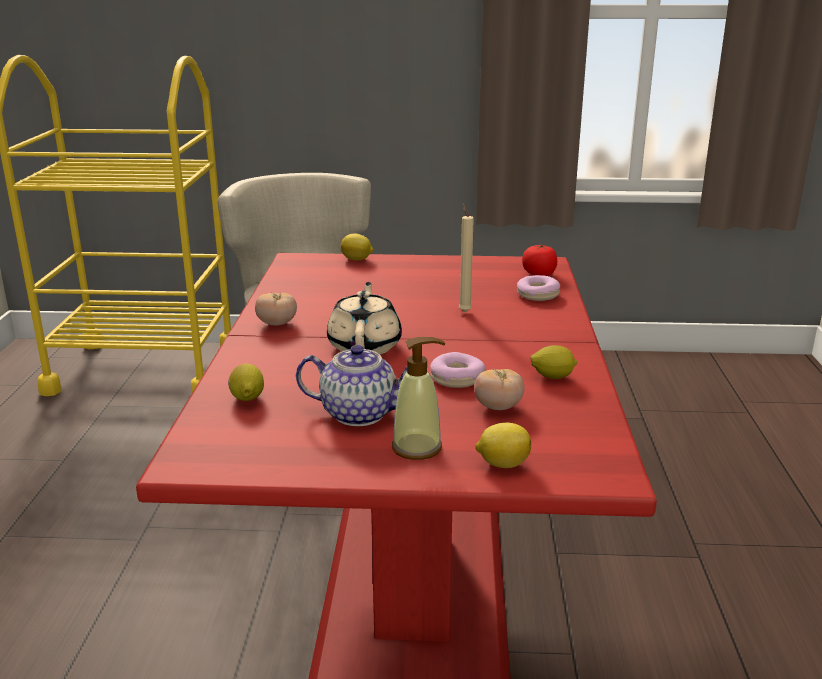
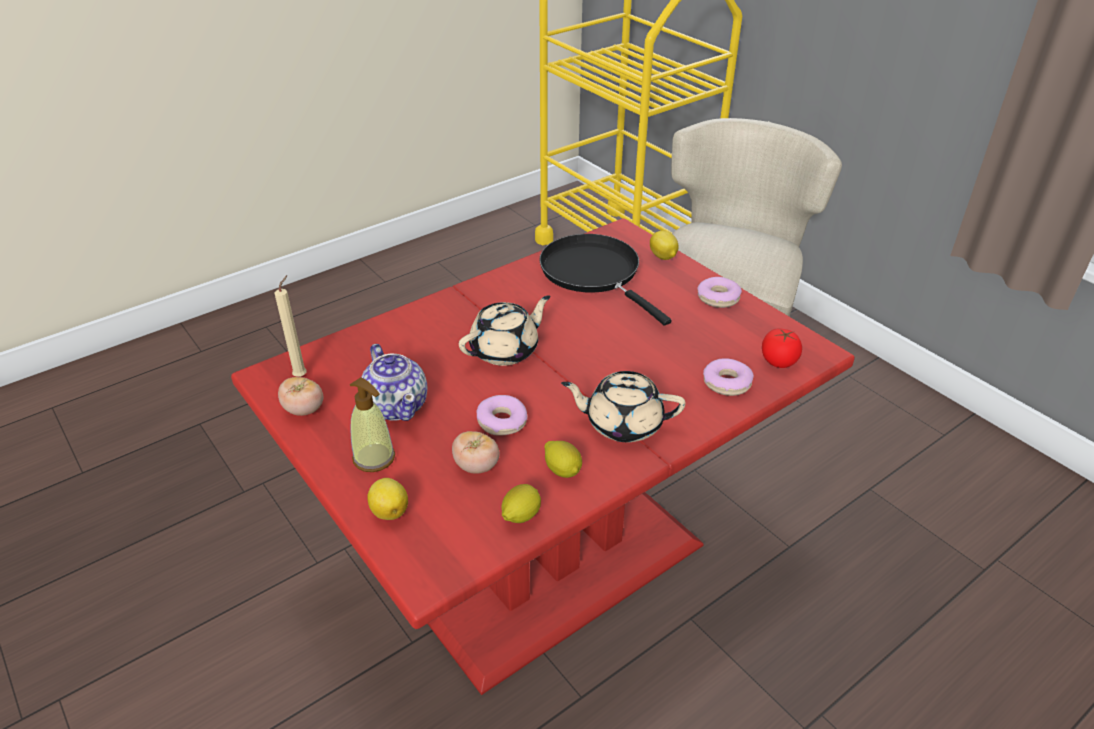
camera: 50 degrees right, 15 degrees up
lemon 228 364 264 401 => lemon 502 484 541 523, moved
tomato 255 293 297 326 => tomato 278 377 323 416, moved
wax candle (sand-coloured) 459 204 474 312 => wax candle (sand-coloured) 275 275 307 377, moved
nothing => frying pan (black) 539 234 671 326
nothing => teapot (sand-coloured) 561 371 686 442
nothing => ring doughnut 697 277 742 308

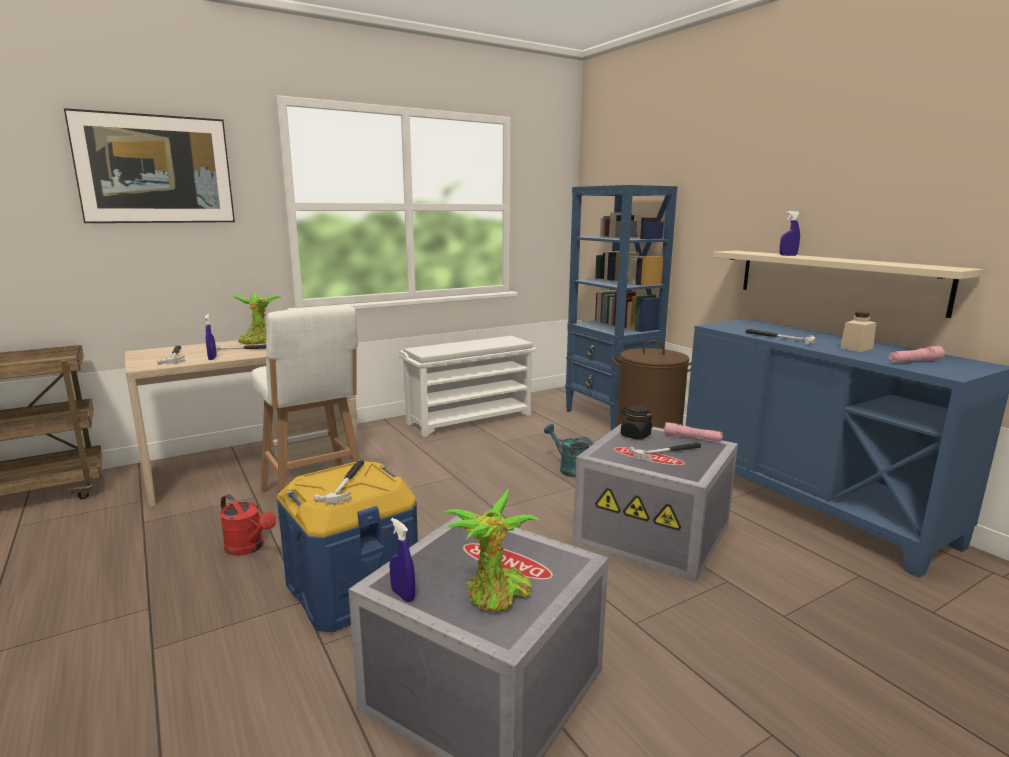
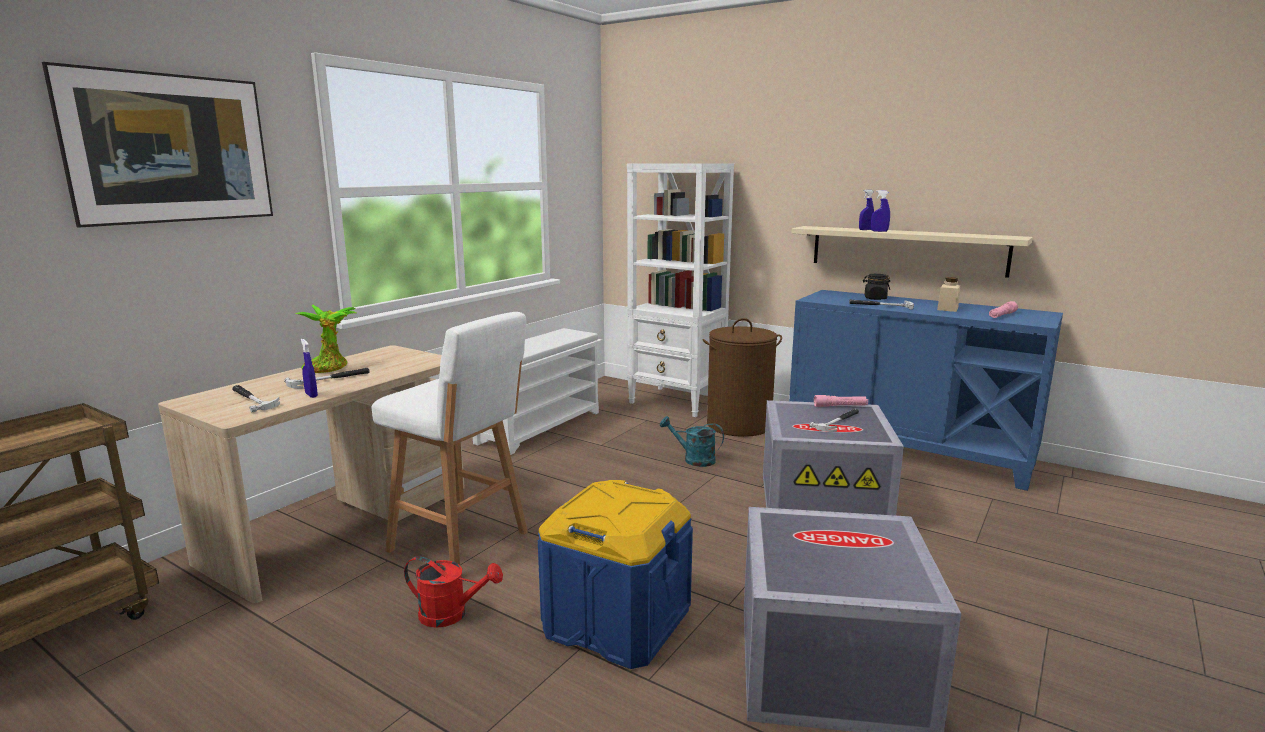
camera: 25 degrees left, 0 degrees up
hand hammer 314 460 364 504 => nothing
spray bottle (blue-coloured) 389 518 415 602 => spray bottle (blue-coloured) 871 190 890 232, moved
houseplant 442 489 540 613 => nothing
shelving unit (blue-coloured) 565 185 677 431 => shelving unit (white-coloured) 627 163 734 417
storage jar (black) 621 405 652 440 => storage jar (black) 863 274 890 300, moved

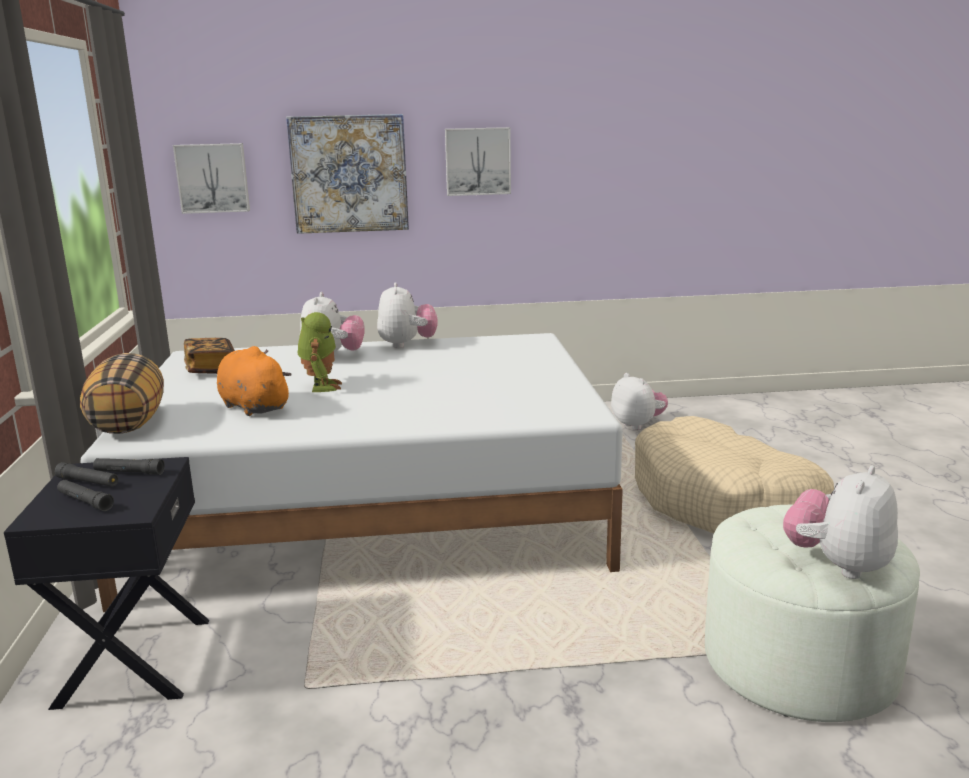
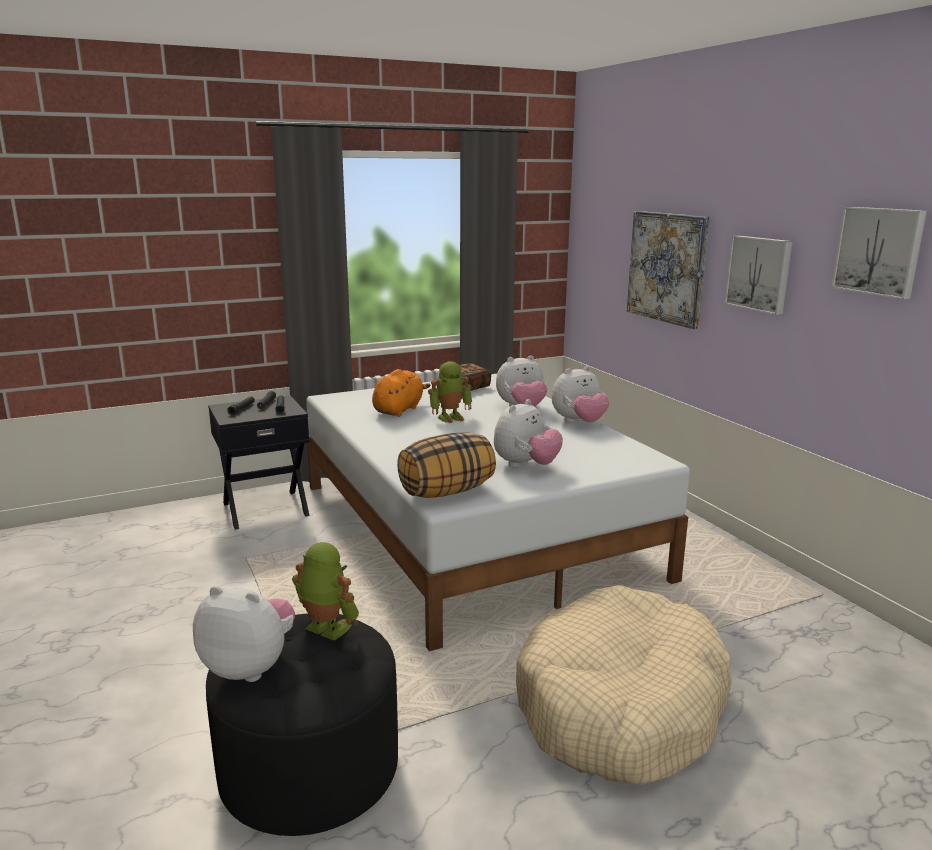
camera: 70 degrees right, 0 degrees up
cushion 80 353 164 434 => cushion 397 432 496 498, moved
wall picture 173 143 250 214 => wall picture 831 207 927 300, moved
cuddly toy 611 373 668 430 => cuddly toy 494 399 563 468, moved
pouffe (white-coloured) 705 505 920 722 => pouffe (black) 206 613 398 836
nothing => model robot 292 542 359 641

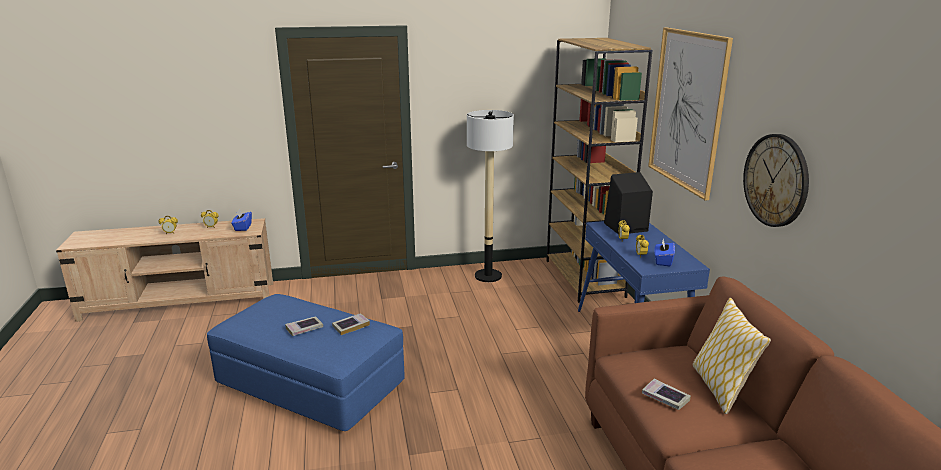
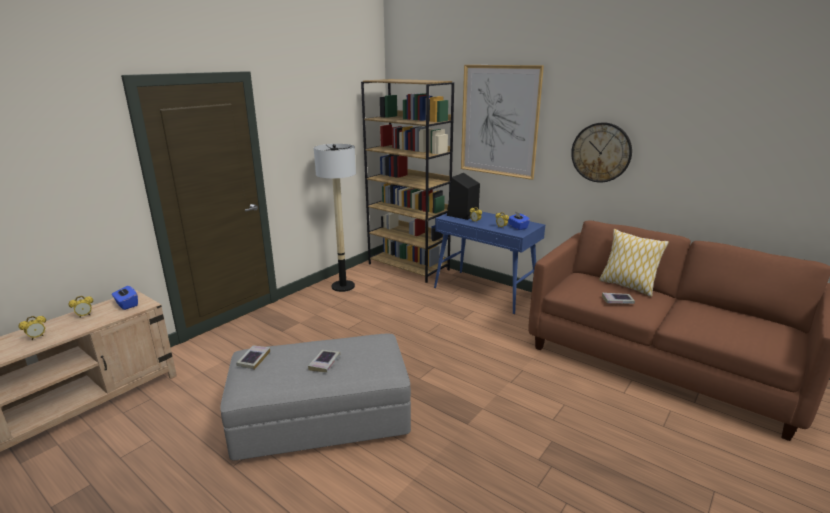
camera: 40 degrees left, 0 degrees up
pouffe (blue-coloured) 207 294 405 431 => pouffe (gray) 220 334 411 460
bound book 332 313 370 335 => bound book 236 345 270 370, moved

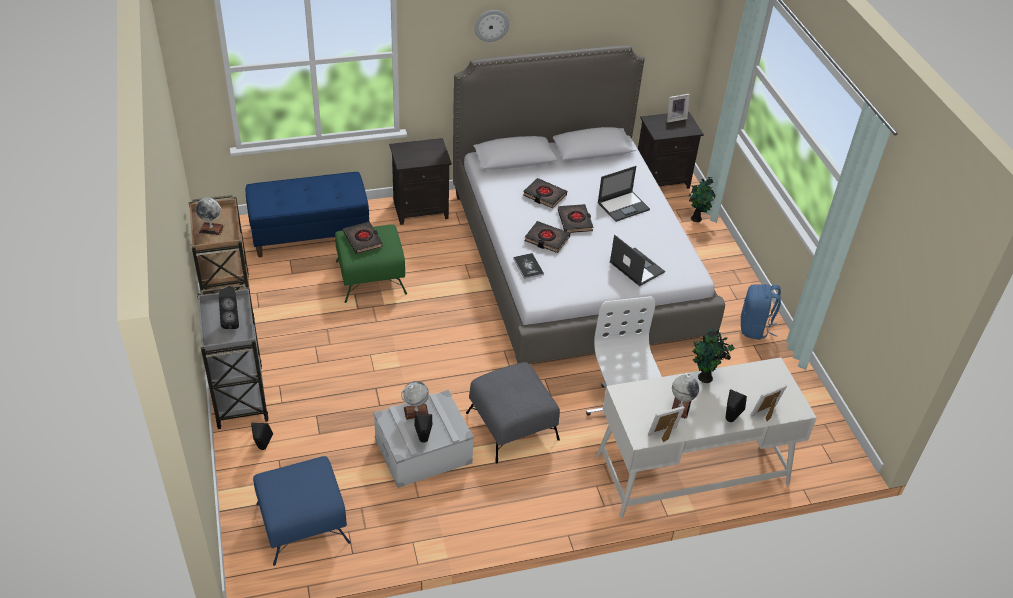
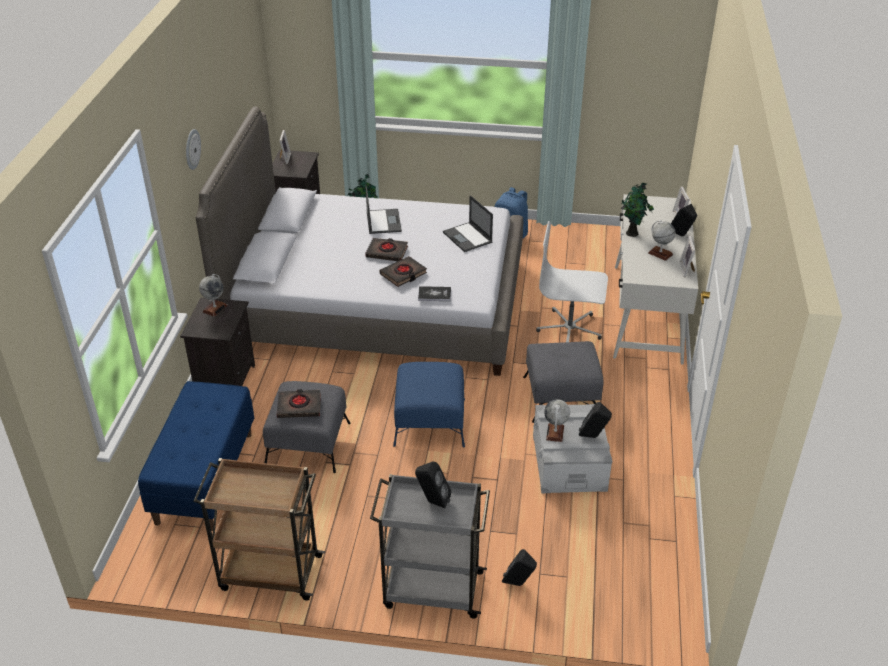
camera: 65 degrees left, 5 degrees down
globe 196 197 224 235 => globe 199 274 228 317, moved
pouffe (blue-coloured) 253 456 351 566 => pouffe (blue-coloured) 393 362 465 448, moved
pouffe (green-coloured) 335 224 407 303 => pouffe (gray) 263 381 351 473
bound book (black) 523 178 567 208 => nothing
portable computer 610 235 665 286 => portable computer 443 195 493 252, 105 degrees counterclockwise

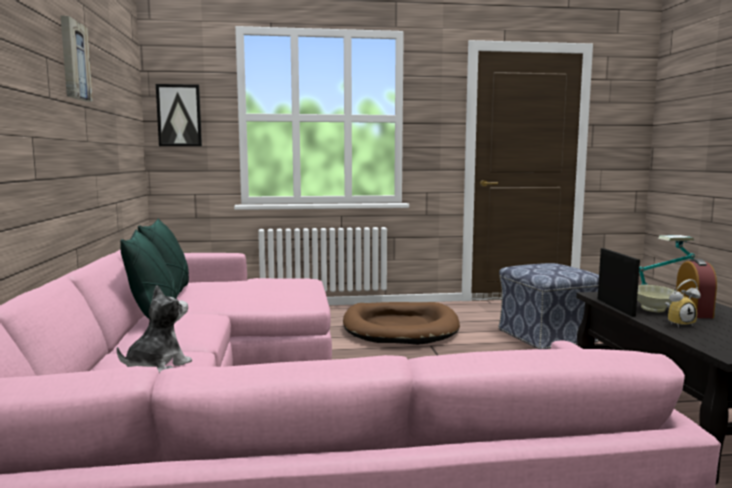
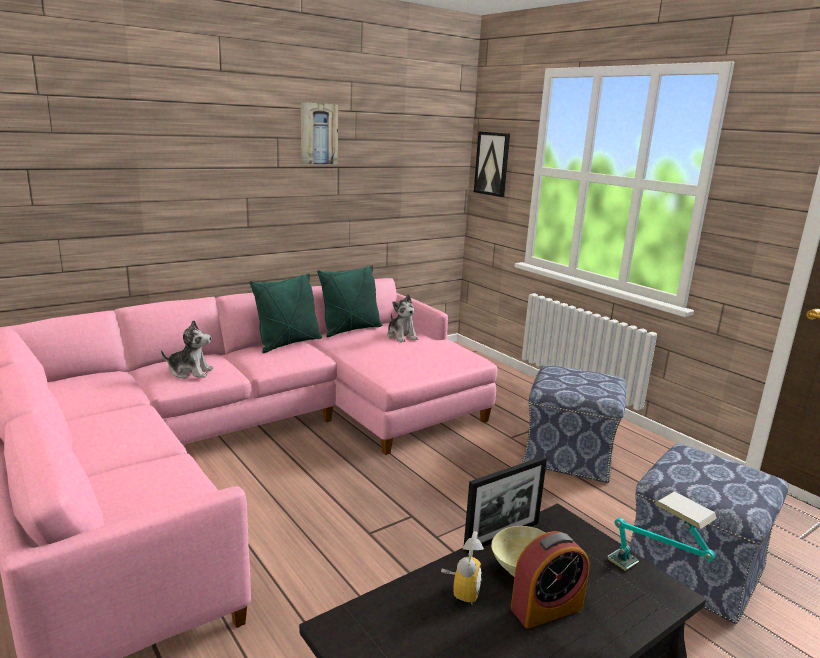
camera: 60 degrees right, 10 degrees up
dog cushion (brown) 343 302 460 345 => pouffe 522 365 626 483
table clock 665 279 701 328 => table clock 441 531 484 605, 120 degrees counterclockwise
nothing => cuddly toy 387 294 418 343

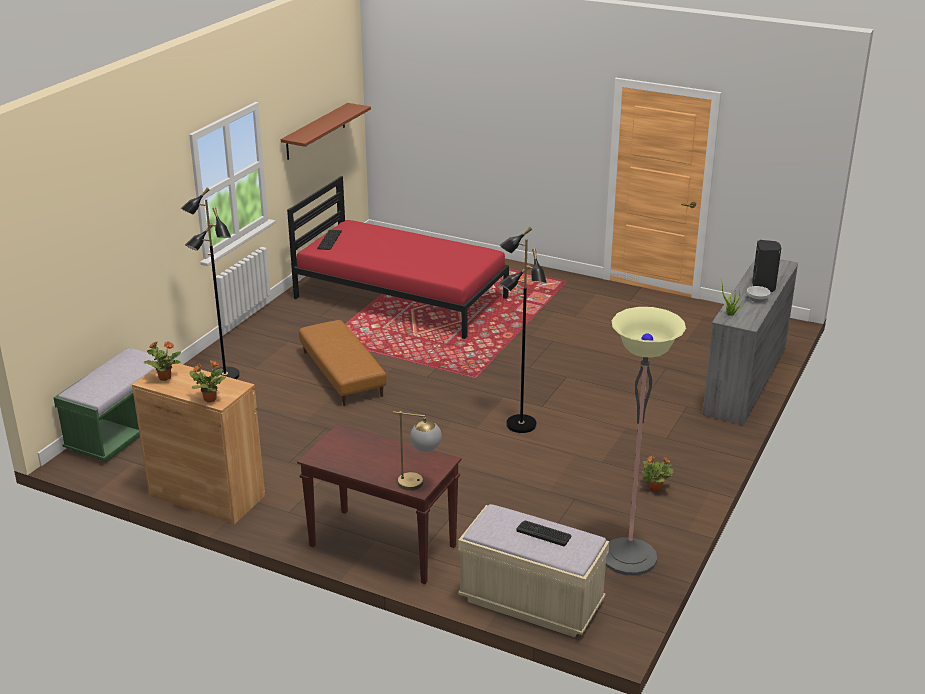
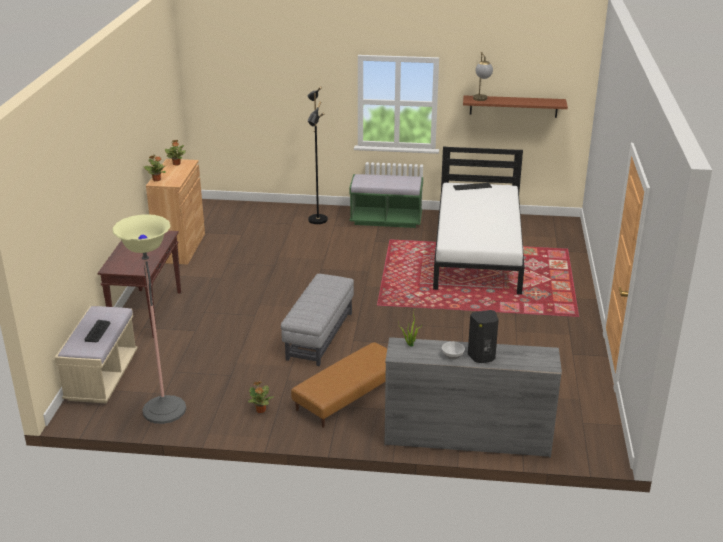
camera: 70 degrees right, 0 degrees up
indoor bench (green-coloured) 53 348 159 462 => indoor bench (green-coloured) 349 174 423 228, moved
bed (red) 287 176 509 339 => bed (white-coloured) 433 147 524 295
pouffe (brown) 299 320 387 406 => pouffe (brown) 291 342 387 428, moved
table lamp 393 411 442 491 => table lamp 473 52 493 101, moved
floor lamp (black) 499 227 547 433 => pouffe (gray) 281 274 354 366

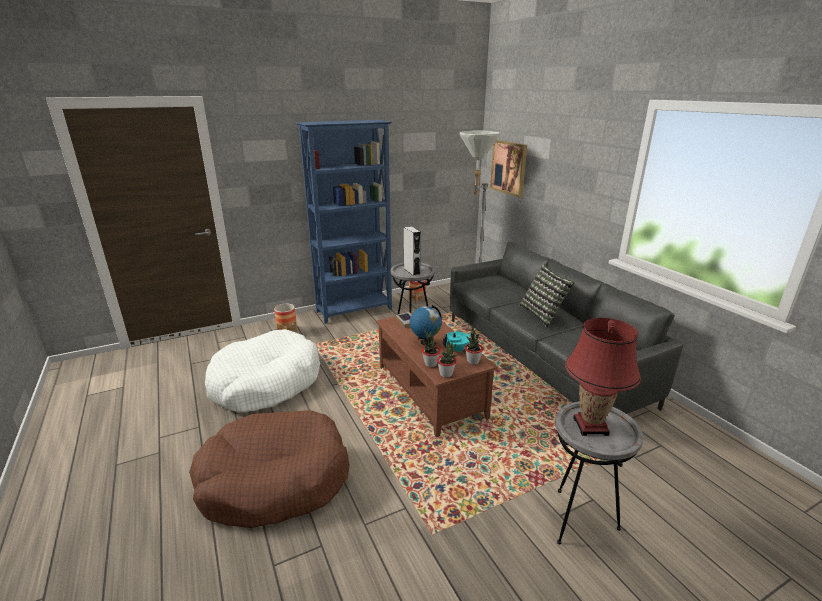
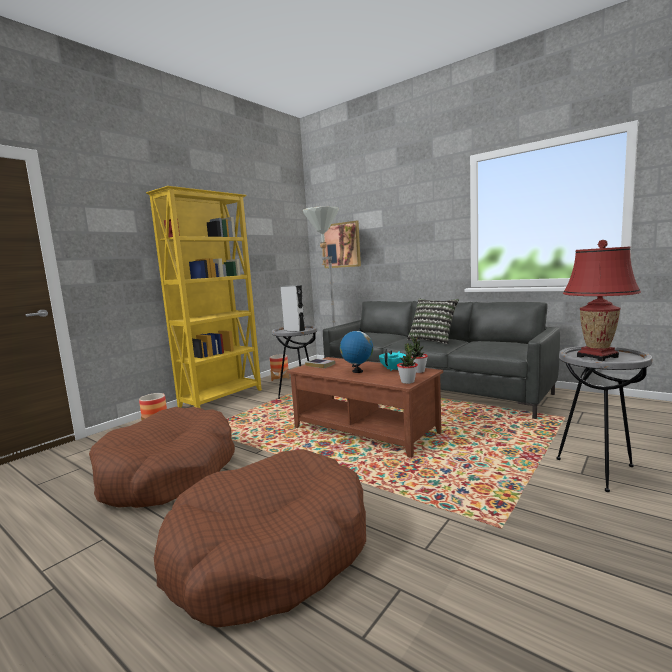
camera: 25 degrees left, 15 degrees down
dog cushion (white-coloured) 205 329 320 412 => dog cushion (brown) 89 407 235 508
shelving unit (blue-coloured) 296 120 392 324 => shelving unit (yellow-coloured) 146 186 262 408
houseplant 422 330 441 367 => nothing

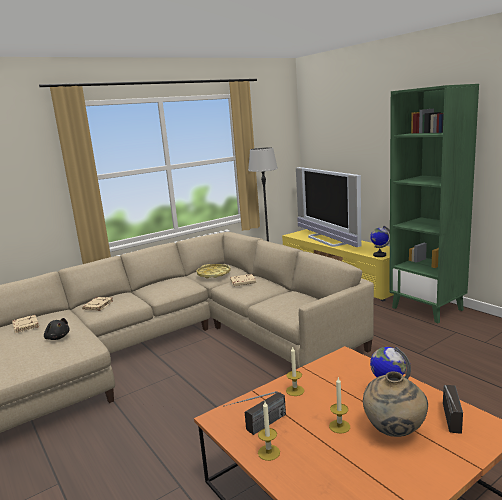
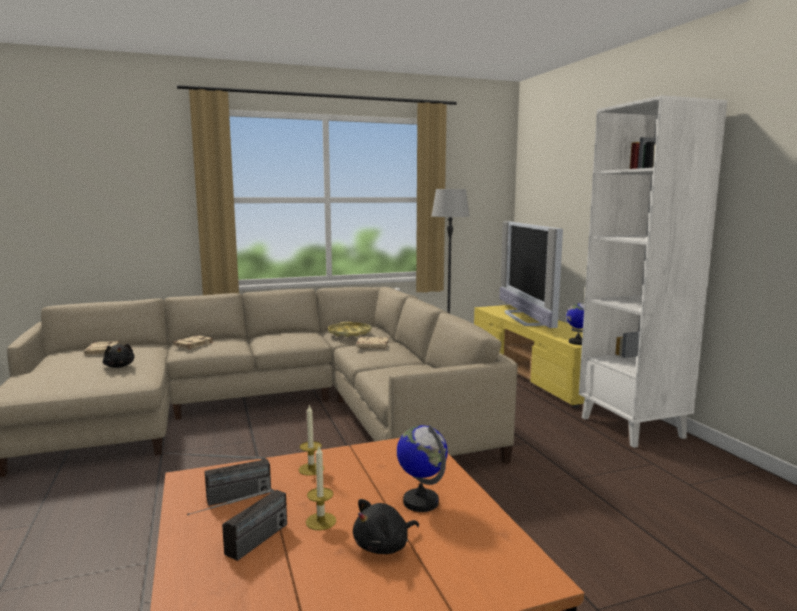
camera: 15 degrees right, 5 degrees down
wax candle 258 402 280 461 => nothing
decorative vase (sand-coloured) 363 371 428 437 => cuddly toy (black) 353 499 419 554
shelving unit (green-coloured) 389 84 479 323 => shelving unit (white-coloured) 579 95 727 448
radio 443 385 463 434 => radio 187 489 287 561, moved

